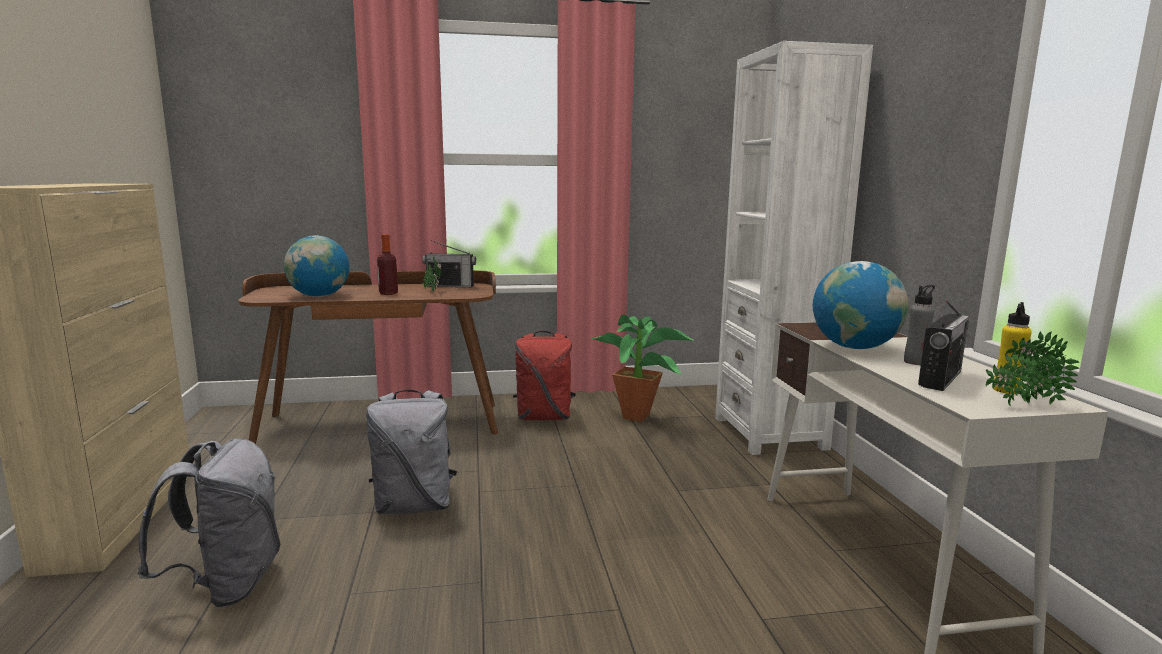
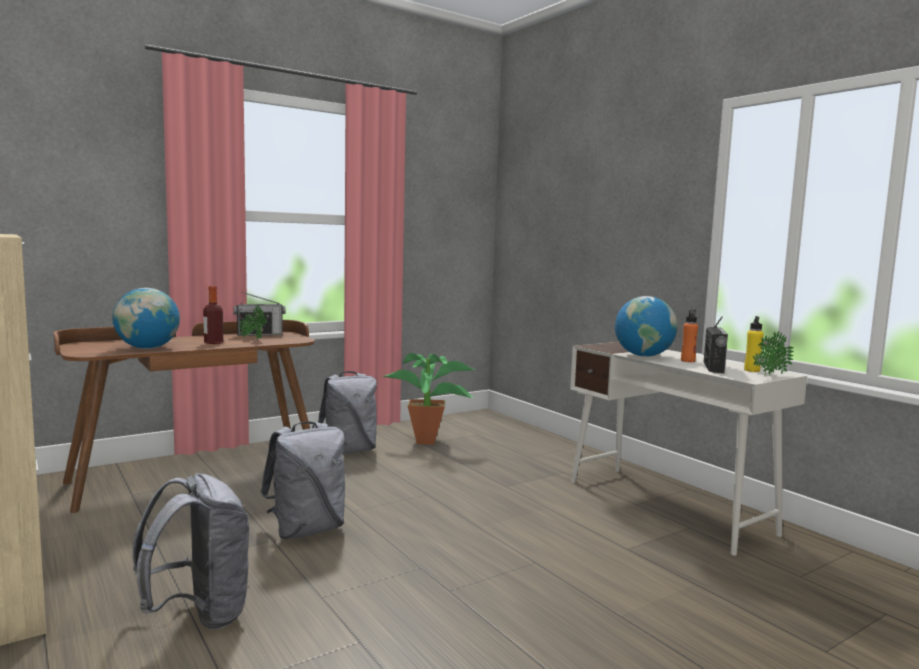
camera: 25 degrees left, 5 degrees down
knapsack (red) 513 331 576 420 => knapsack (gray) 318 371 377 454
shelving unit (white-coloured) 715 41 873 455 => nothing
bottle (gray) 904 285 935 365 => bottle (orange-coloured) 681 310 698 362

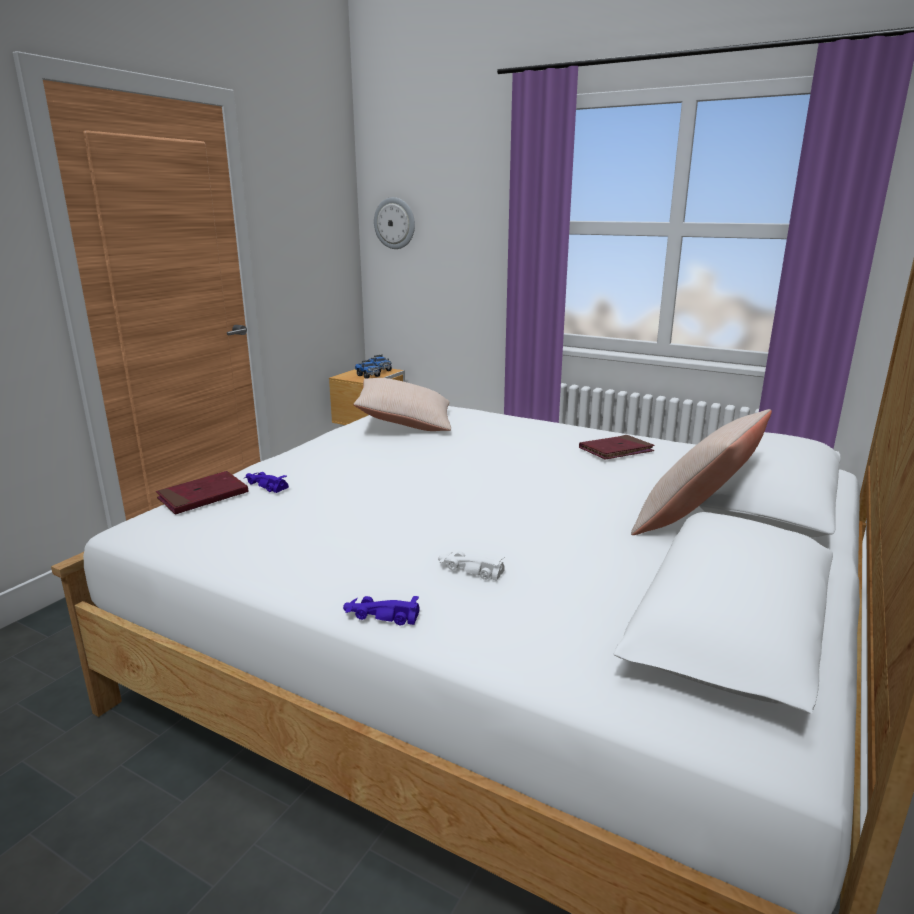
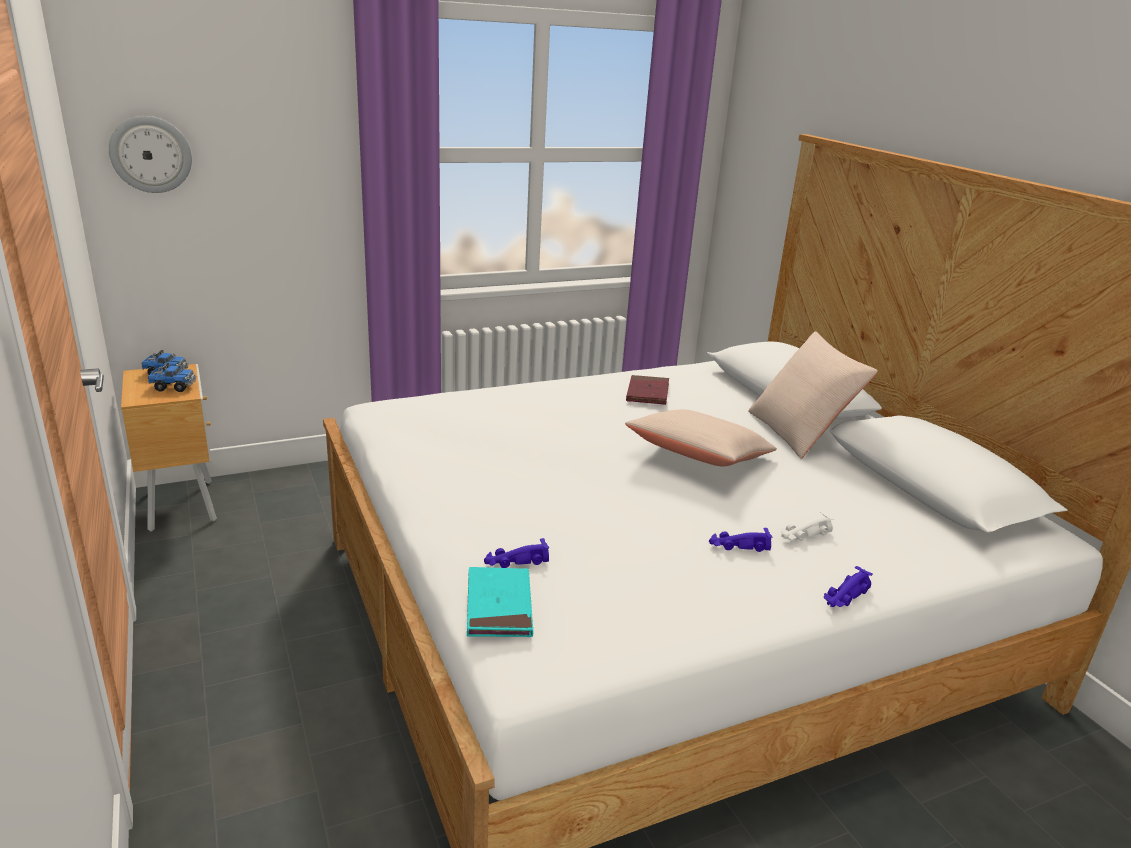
camera: 55 degrees left, 5 degrees up
bound book (red) 156 471 248 514 => bound book (blue-green) 467 567 533 637
cushion (sand-coloured) 354 378 451 431 => cushion (sand-coloured) 625 409 777 466, moved
nothing => model car (purple) 709 528 772 552

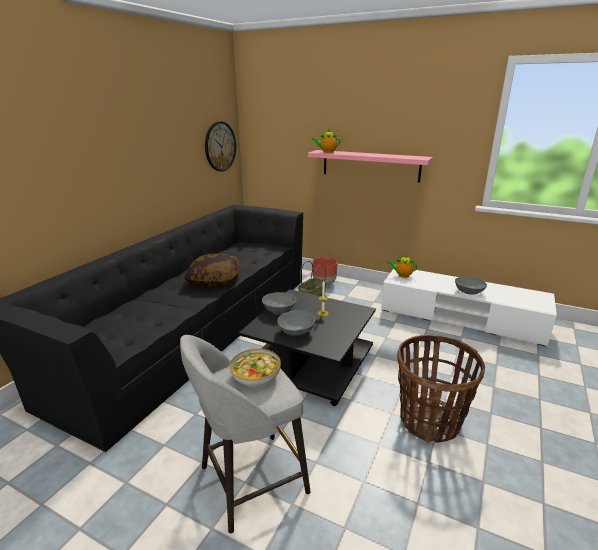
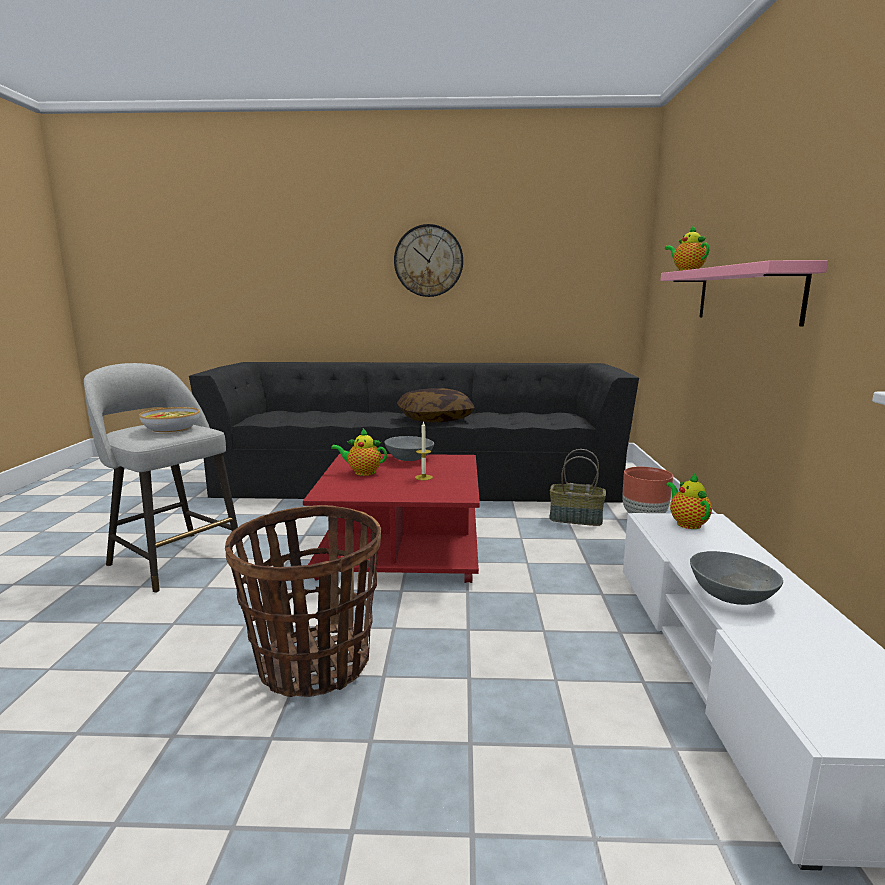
camera: 65 degrees right, 10 degrees down
hanging clock 205 121 236 172 => hanging clock 394 224 463 297, moved
coffee table (black) 239 289 376 406 => coffee table (red) 303 454 480 583
bowl (gray) 277 310 315 336 => teapot 331 429 387 476

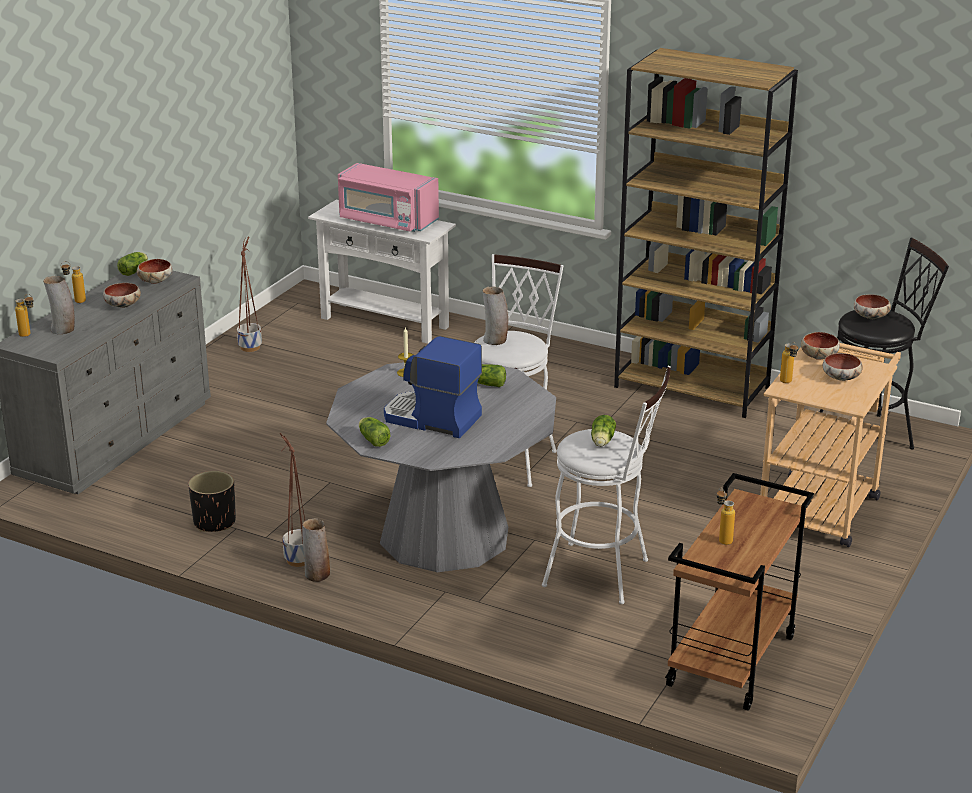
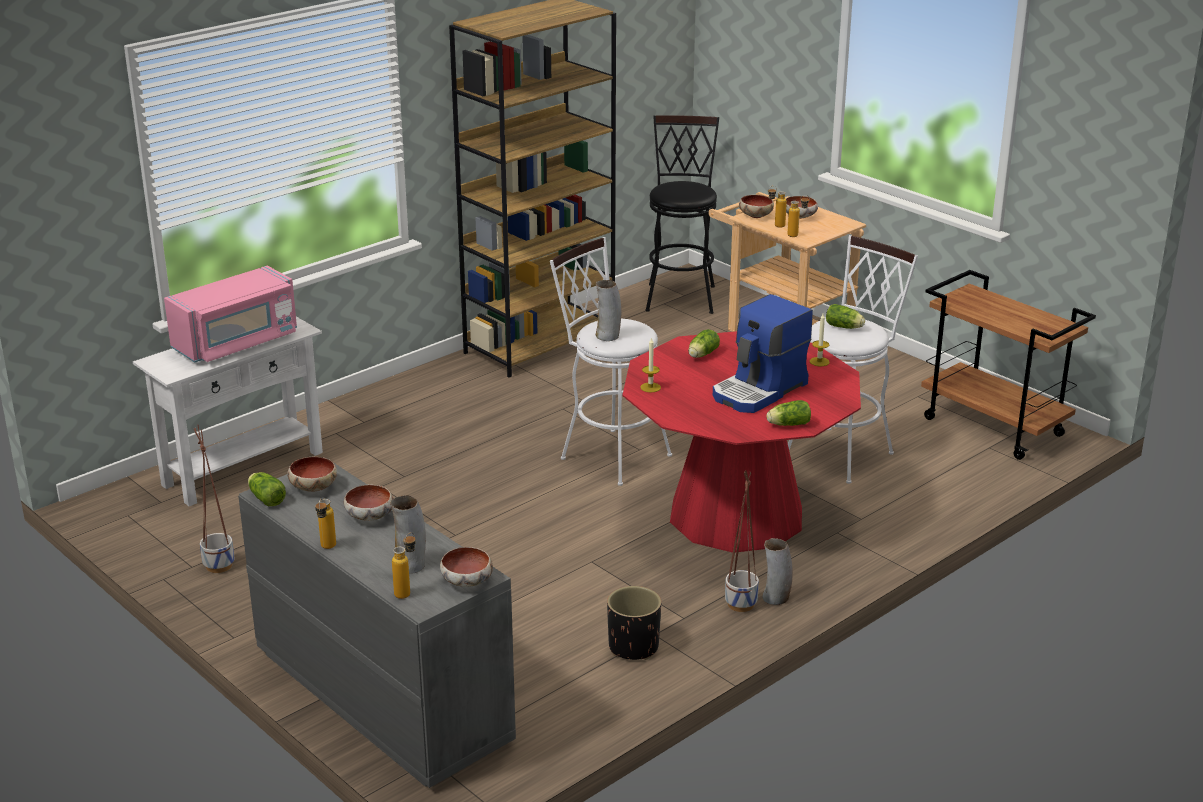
camera: 70 degrees left, 0 degrees up
kitchen table (gray) 326 362 556 572 => kitchen table (red) 622 331 861 553
bottle 717 488 735 545 => bottle 768 186 787 228, moved
bowl 854 294 891 319 => bowl 440 547 493 587, moved
nothing => wax candle 810 314 830 366

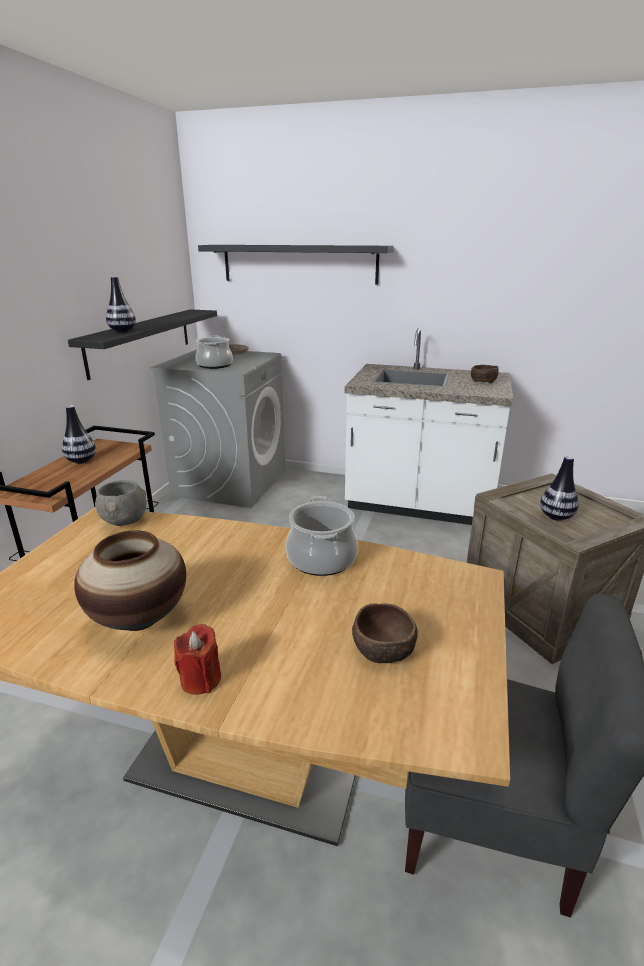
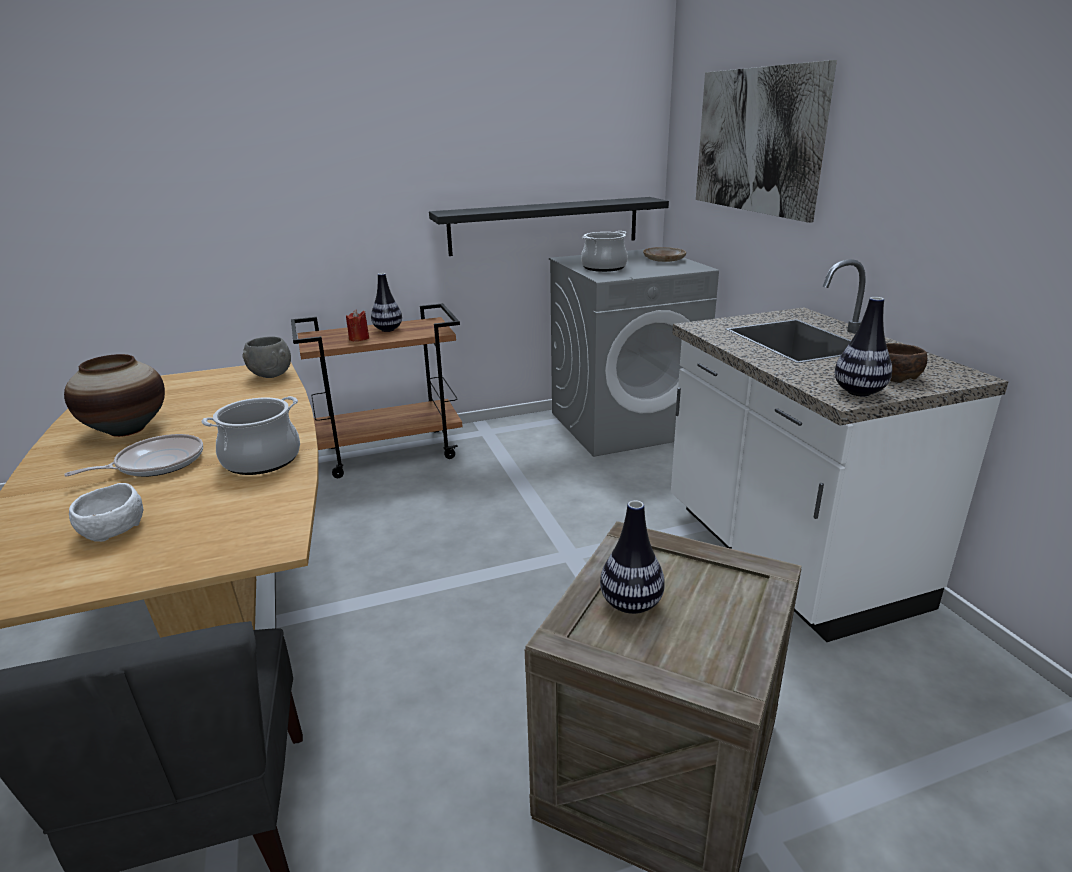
camera: 55 degrees right, 0 degrees up
decorative vase 106 277 136 333 => decorative vase 835 297 892 397, moved
wax candle (red) 174 624 221 695 => wax candle (red) 346 309 369 341, moved
bracket shelf (black) 198 245 393 284 => wall picture 696 60 837 223
bowl (brown) 352 603 418 663 => bowl (white-coloured) 69 483 143 542
nothing => frying pan 64 434 203 477

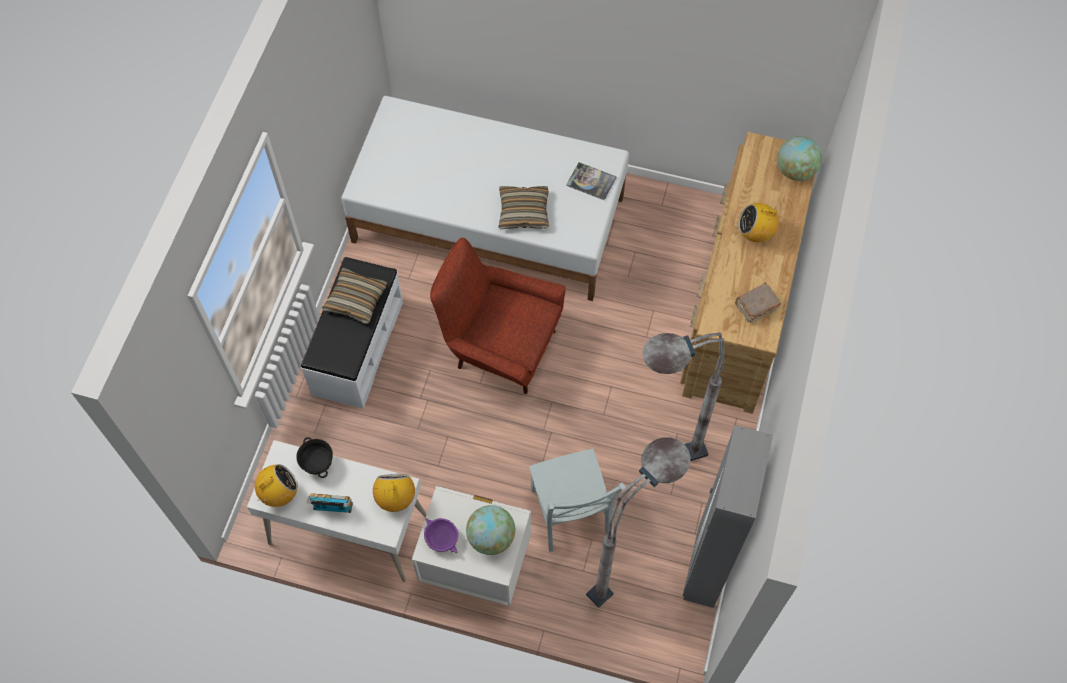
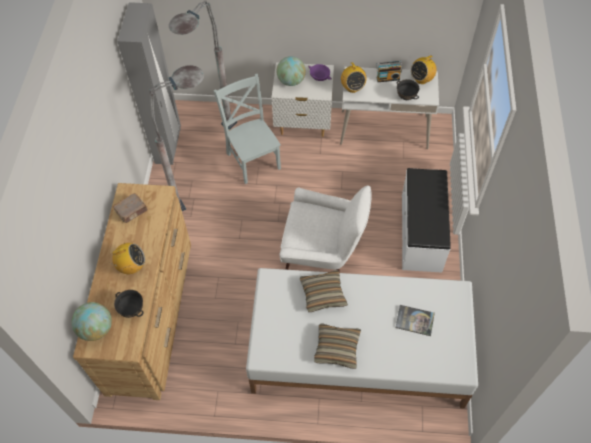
camera: 170 degrees right, 5 degrees down
cushion 322 268 387 324 => cushion 314 323 361 369, moved
lounge chair (red) 430 238 566 394 => lounge chair (white-coloured) 279 185 372 273
bound book 566 162 617 200 => bound book 396 305 435 336, moved
nothing => bowl (black) 114 290 143 318

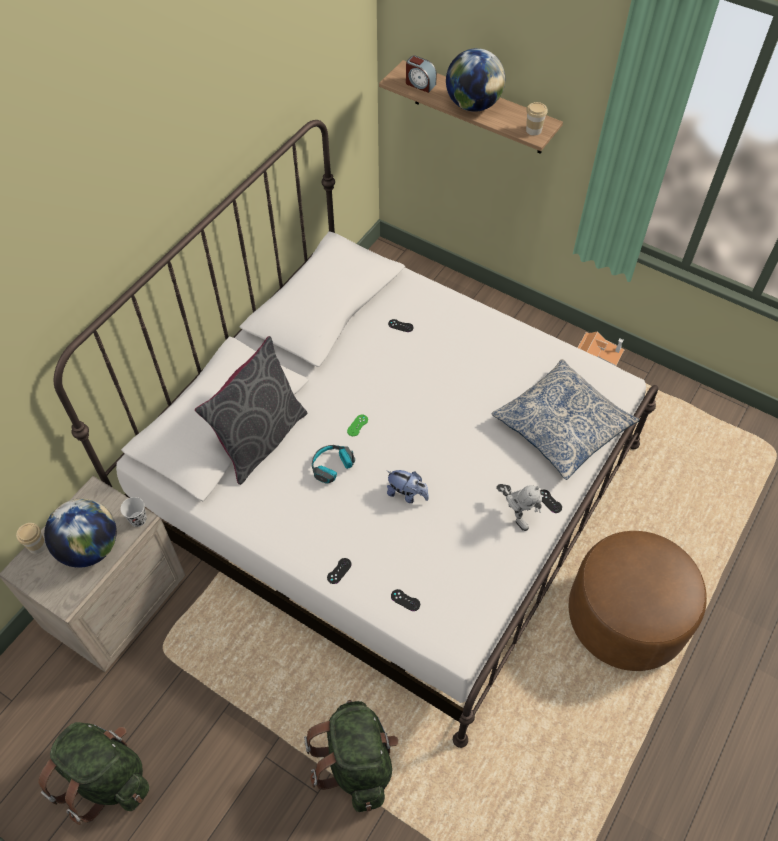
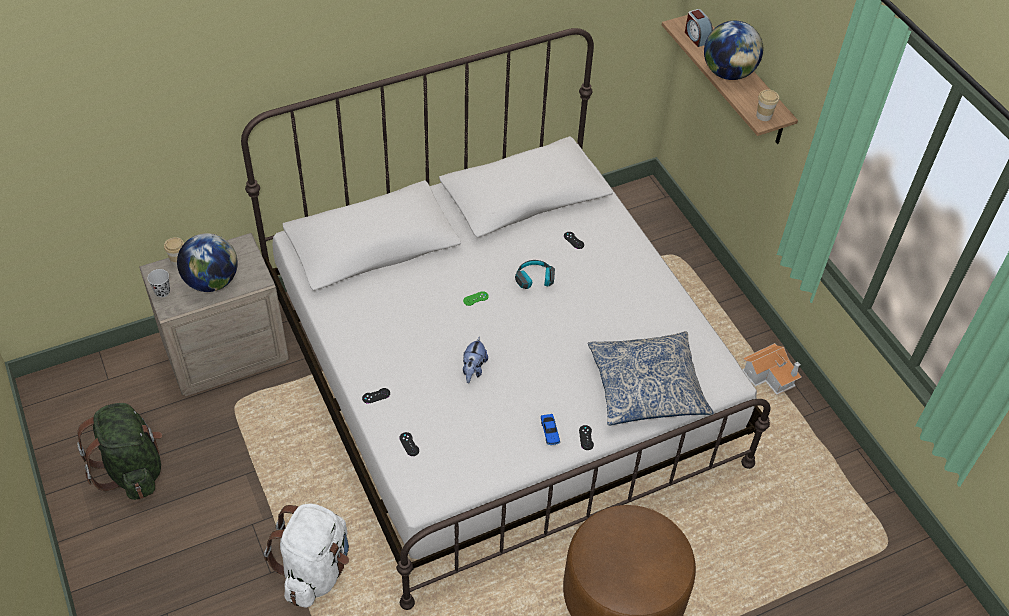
camera: 30 degrees right, 5 degrees down
small cup (black) 121 497 147 527 => small cup (black) 147 269 170 297, moved
cushion (gray) 195 336 307 485 => nothing
knapsack (green-coloured) 304 700 398 812 => knapsack (white-coloured) 264 504 349 608
headset 312 445 355 484 => headset 515 260 555 289, moved
cuddly toy 387 470 429 503 => cuddly toy 463 337 488 383, 45 degrees clockwise
model robot 496 484 543 531 => model car 541 414 560 445

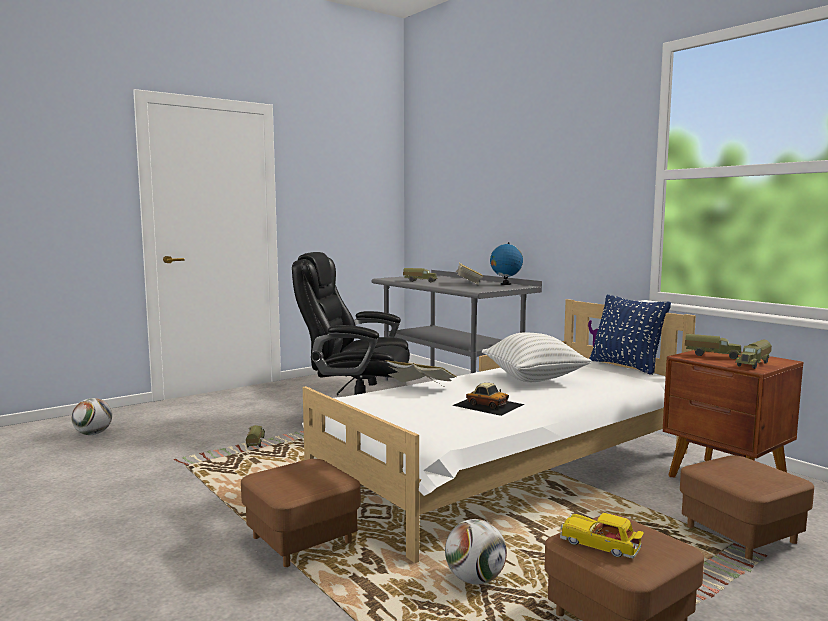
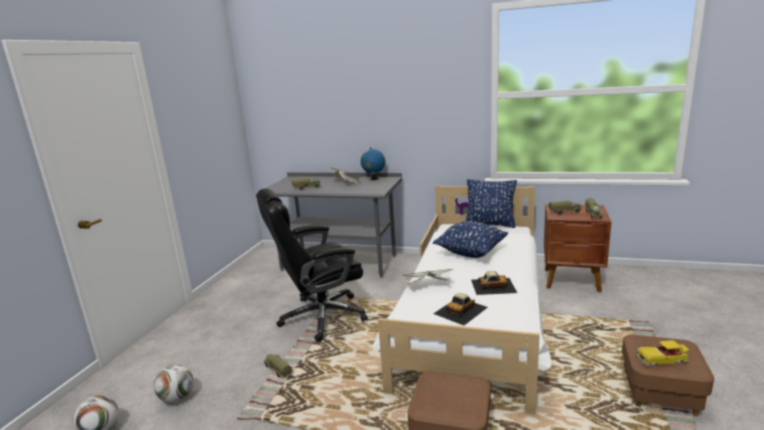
camera: 35 degrees left, 10 degrees up
football 445 519 507 584 => football 154 364 193 403, moved
cushion (white-coloured) 482 332 592 382 => cushion (blue-coloured) 433 221 508 258
pouffe (brown) 680 455 814 560 => nothing
nothing => model car 434 293 488 326

